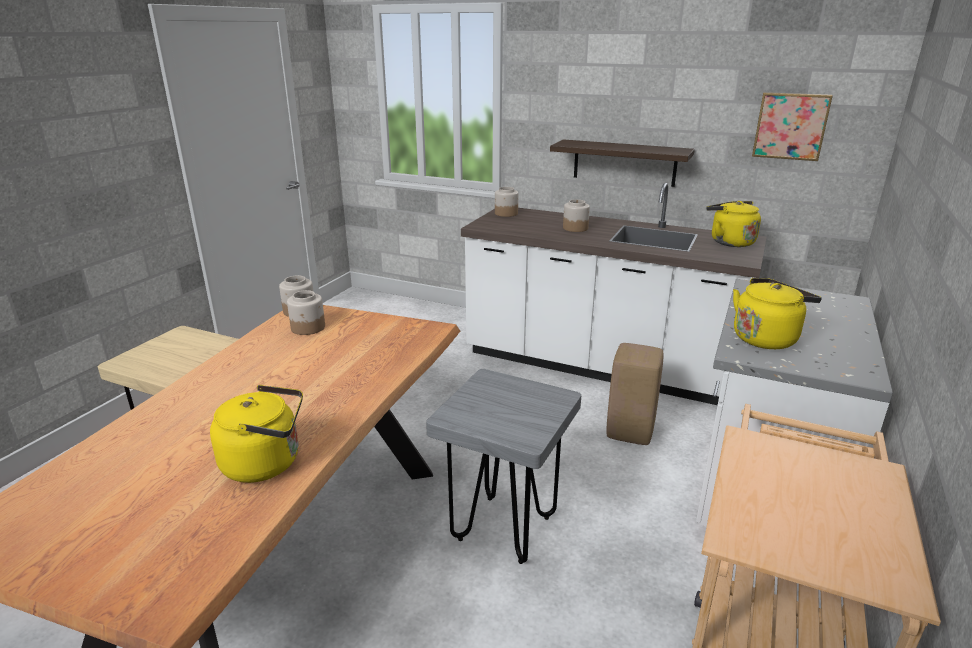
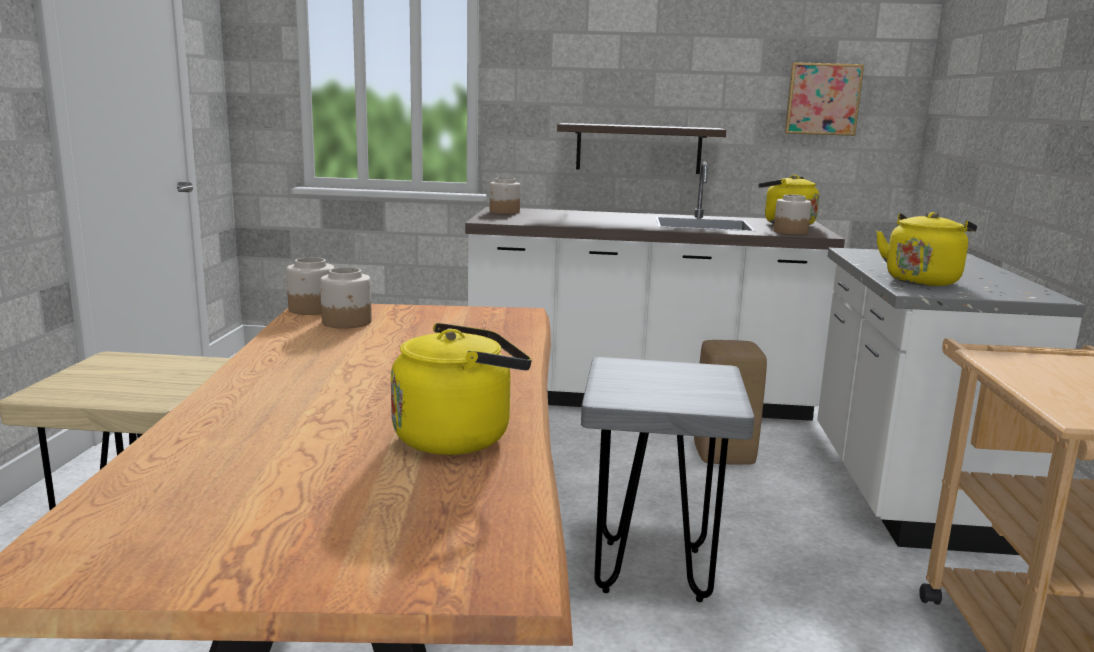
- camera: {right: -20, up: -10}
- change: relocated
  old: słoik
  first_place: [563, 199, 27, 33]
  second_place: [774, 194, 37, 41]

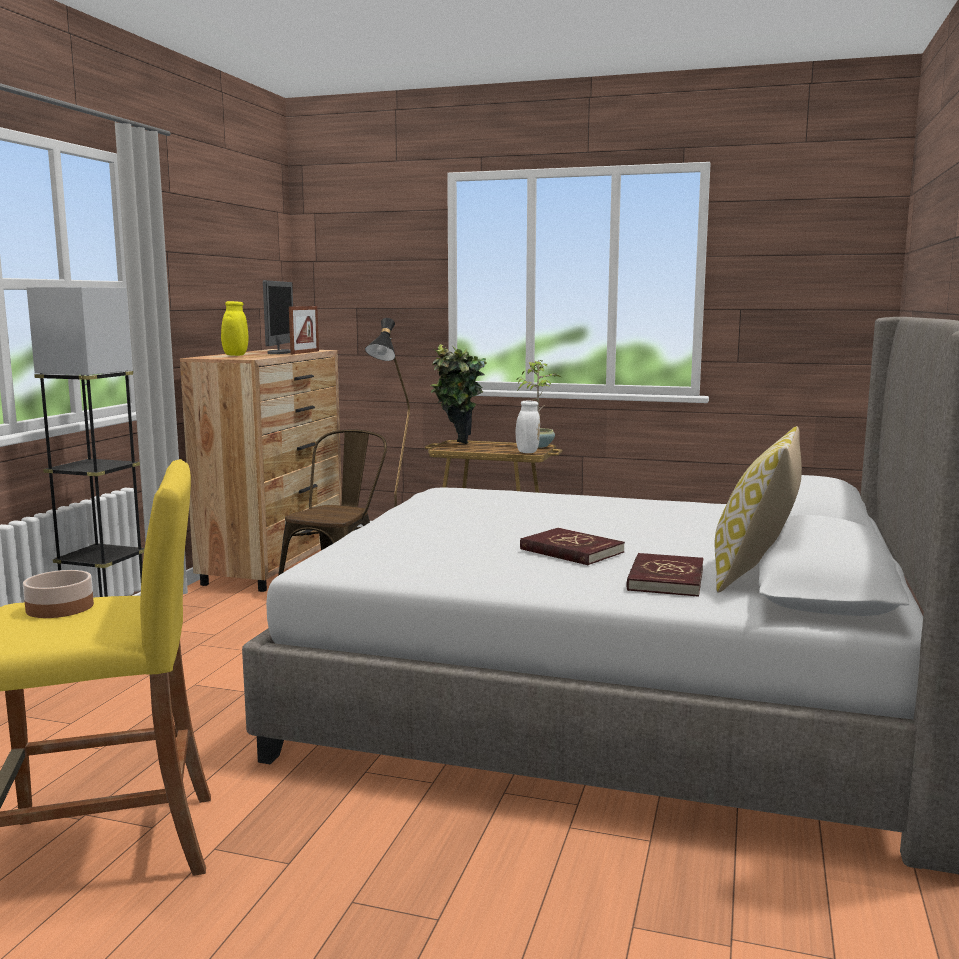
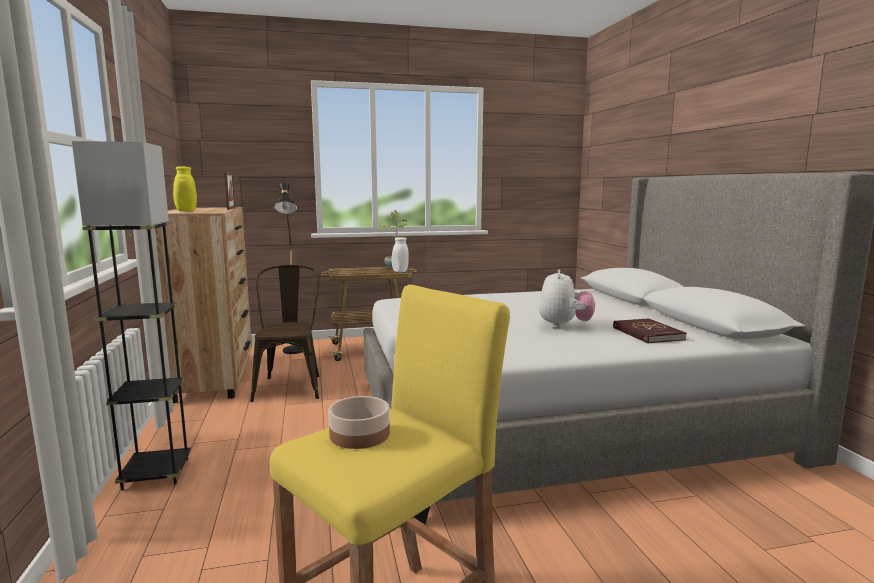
- camera: {right: -30, up: 0}
- change: exchanged
  old: książka/czerwony
  new: pluszak
  first_place: [520, 528, 105, 37]
  second_place: [539, 269, 56, 59]
- change: missing
  old: monitor
  first_place: [263, 280, 30, 74]
- change: missing
  old: roślina doniczkowa
  first_place: [430, 344, 57, 100]
- change: missing
  old: poduszka
  first_place: [715, 426, 87, 167]

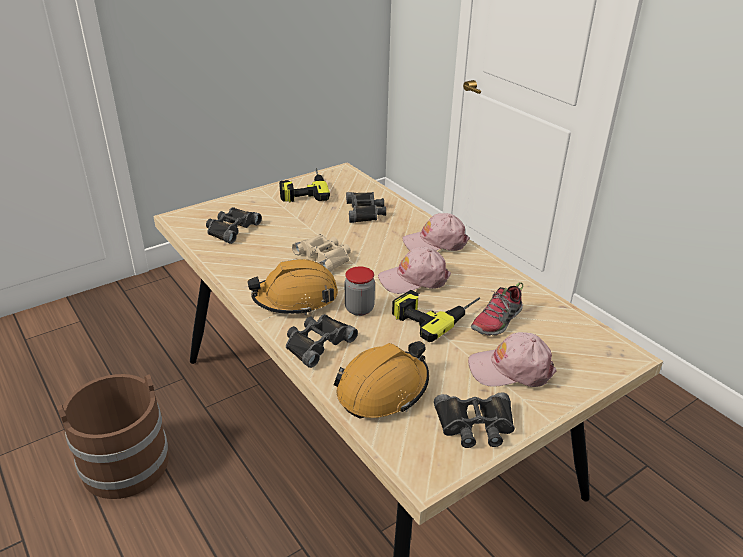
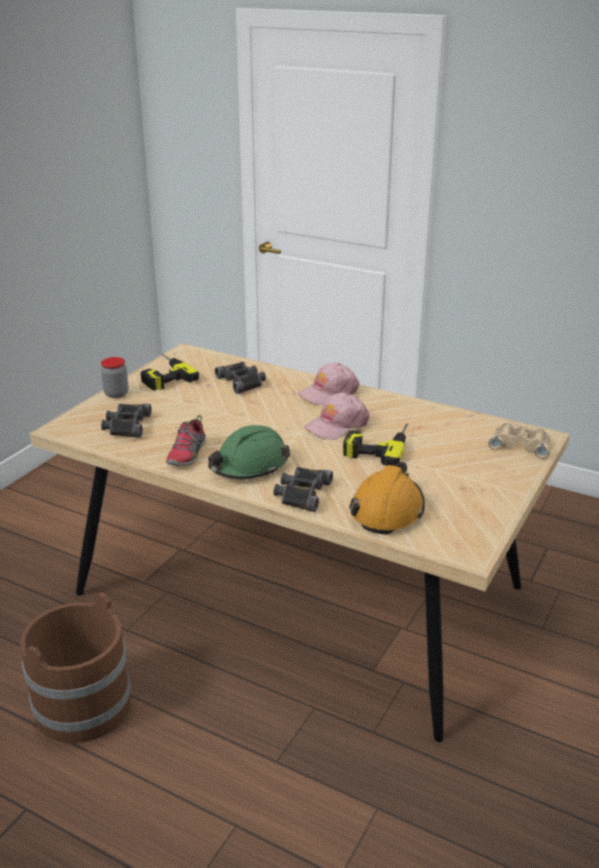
- camera: {right: -25, up: -5}
- change: relocated
  old: słoik
  first_place: [345, 267, 30, 49]
  second_place: [101, 357, 28, 41]
- change: relocated
  old: but
  first_place: [471, 282, 52, 54]
  second_place: [166, 415, 40, 51]
- change: colour
  old: kask/pomarańczowy
  new: kask/zielony
  first_place: [247, 259, 91, 56]
  second_place: [208, 425, 82, 54]
- change: relocated
  old: lornetka/beżowy
  first_place: [292, 234, 59, 38]
  second_place: [488, 423, 62, 36]
- change: missing
  old: lornetka/czarny
  first_place: [434, 392, 81, 56]
- change: missing
  old: czapka z daszkiem/różowy
  first_place: [468, 332, 88, 55]

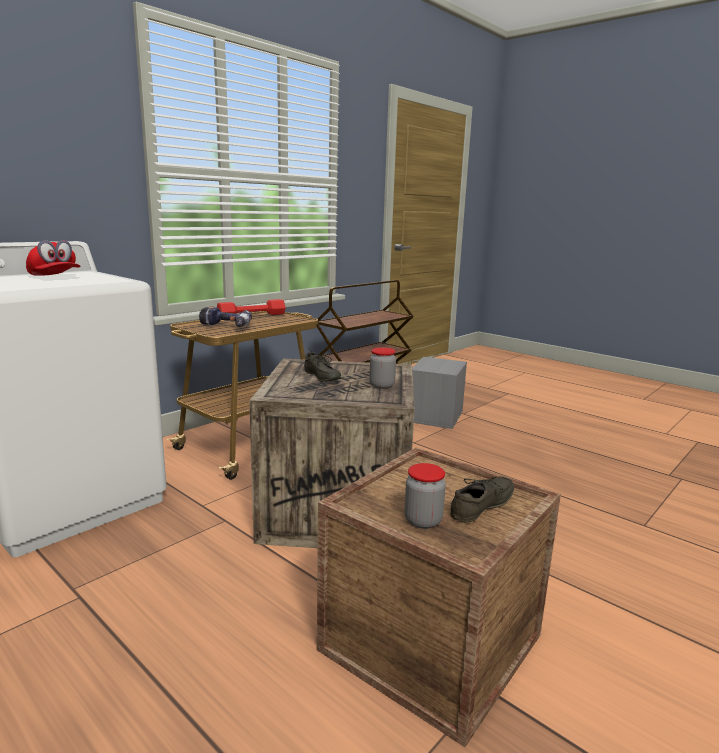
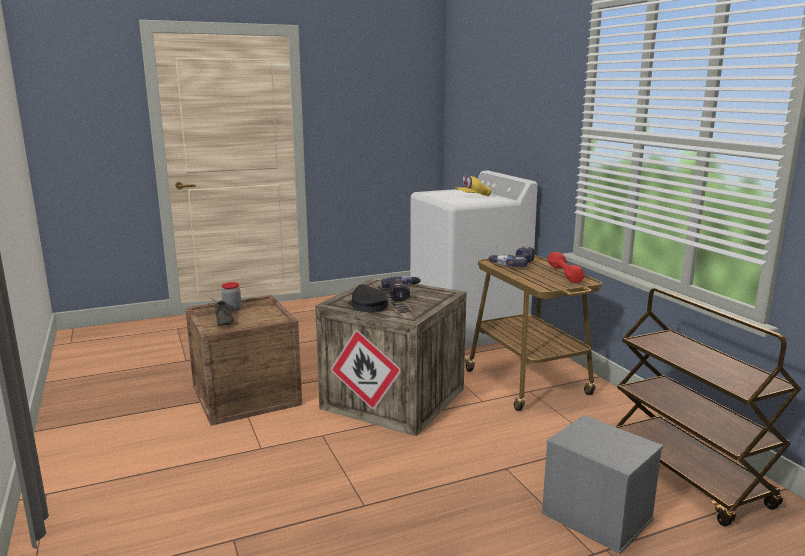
- camera: {right: 115, up: 0}
- change: exchanged
  old: słoik
  new: czapka z daszkiem/czarny
  first_place: [369, 347, 27, 42]
  second_place: [347, 284, 41, 28]
- change: exchanged
  old: but/szary
  new: wiertarka
  first_place: [303, 347, 38, 35]
  second_place: [381, 276, 40, 25]
- change: colour
  old: czapka z daszkiem/czerwony
  new: czapka z daszkiem/żółty
  first_place: [26, 240, 54, 36]
  second_place: [455, 174, 36, 22]

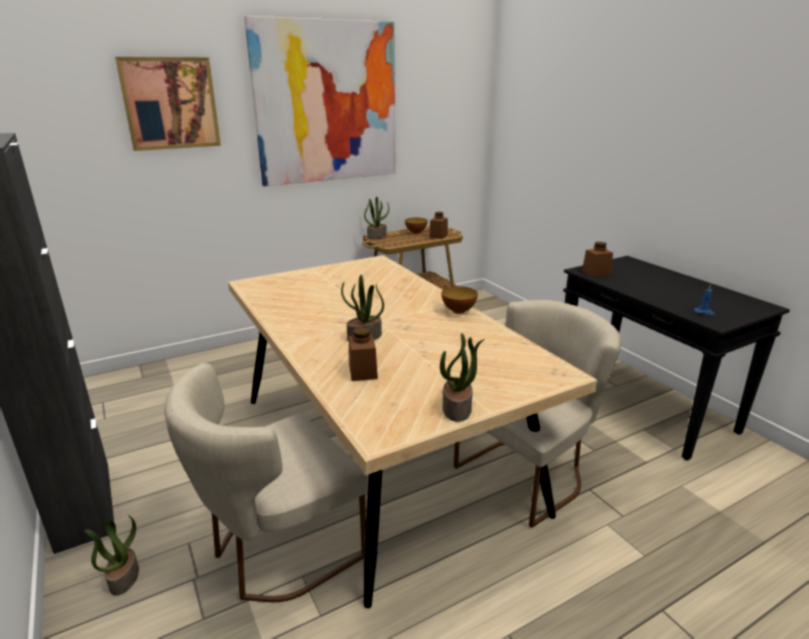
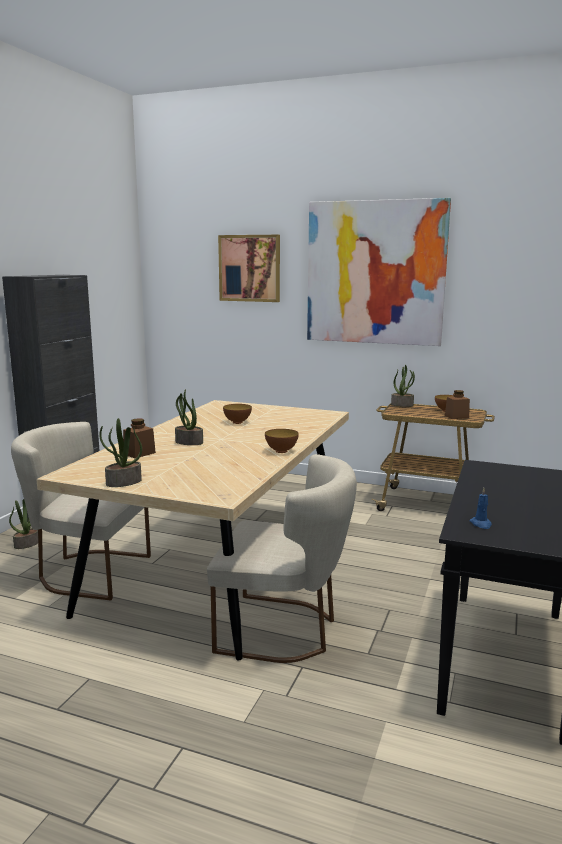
- camera: {right: 50, up: -10}
- change: appeared
  new: miska
  second_place: [223, 404, 29, 20]
- change: missing
  old: słoik/brązowy
  first_place: [582, 242, 31, 35]

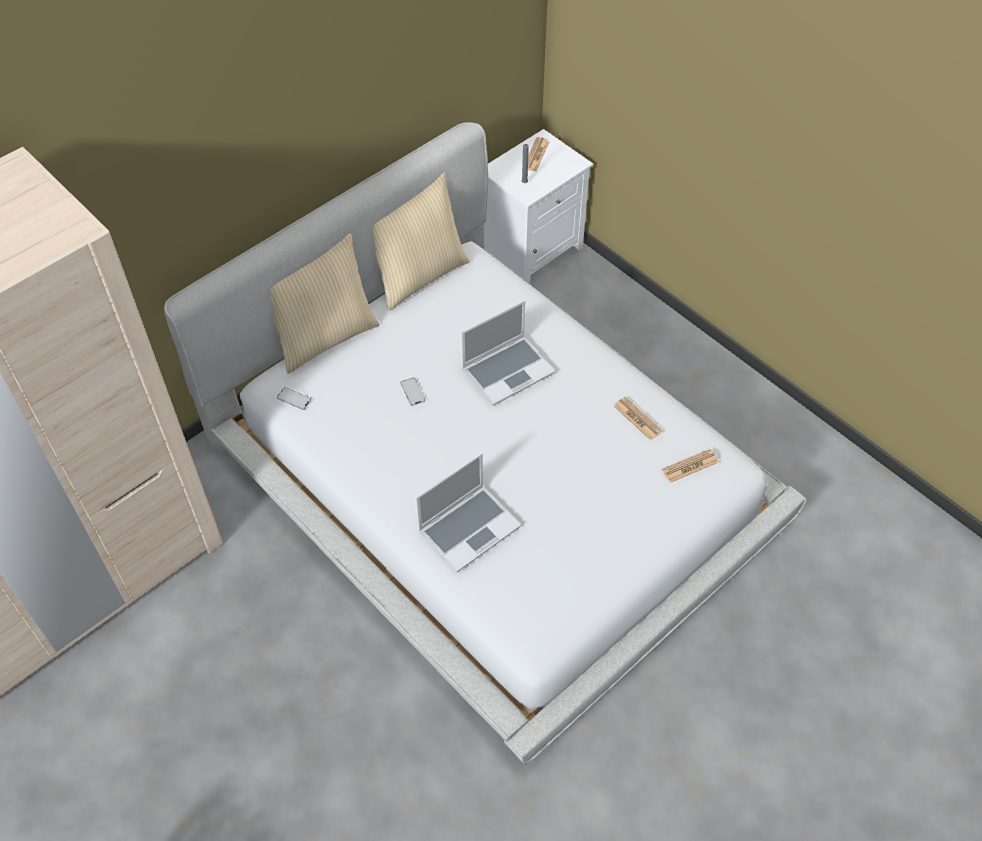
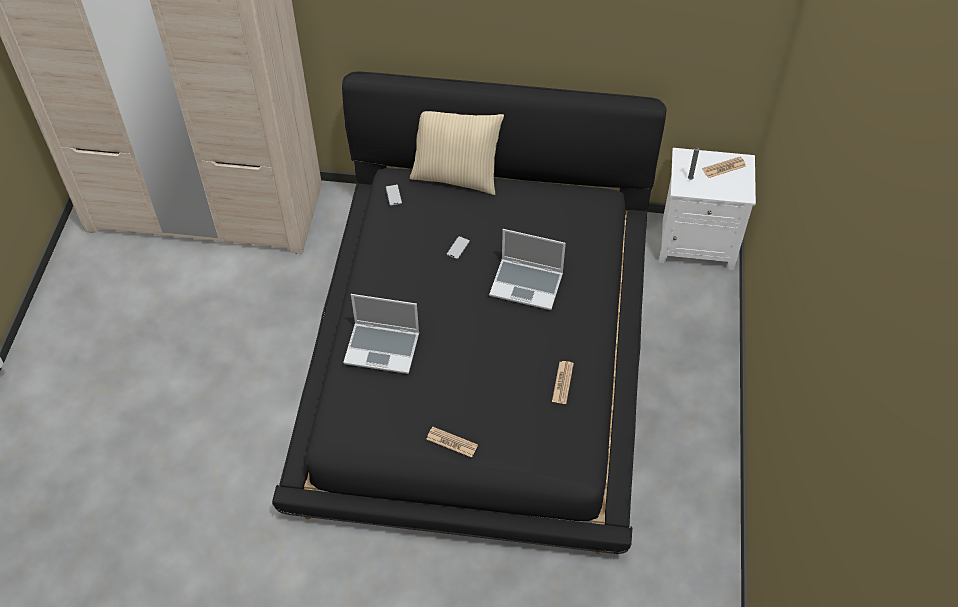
- camera: {right: 50, up: 0}
- change: colour
  old: łóżko/biały
  new: łóżko/czarny
  first_place: [164, 122, 642, 642]
  second_place: [272, 71, 395, 483]
- change: relocated
  old: gazeta
  first_place: [662, 449, 56, 34]
  second_place: [427, 427, 51, 31]
- change: missing
  old: poduszka/beżowy
  first_place: [373, 173, 97, 138]

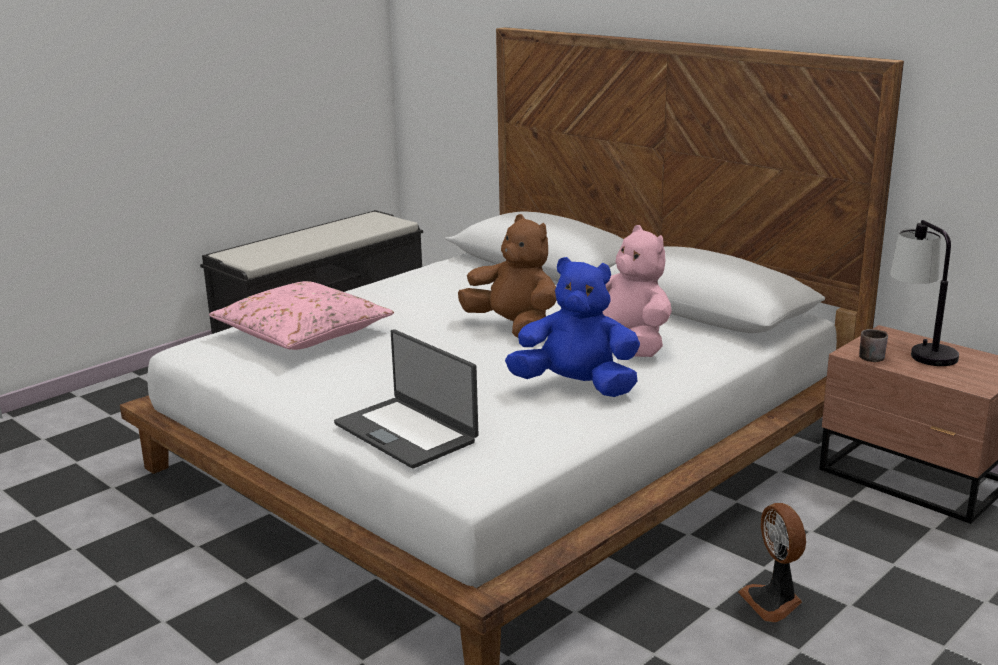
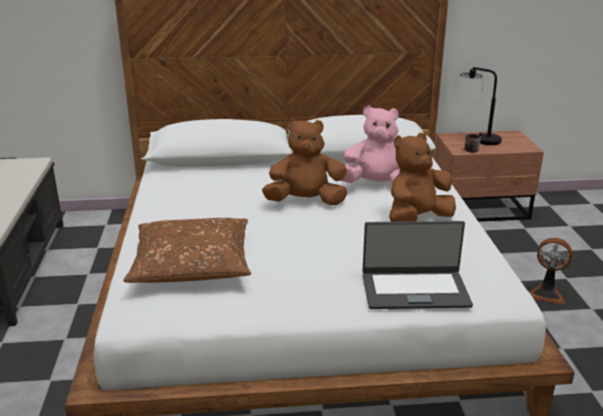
- camera: {right: -50, up: 5}
- change: colour
  old: poduszka/różowy
  new: poduszka/brązowy
  first_place: [209, 281, 185, 69]
  second_place: [123, 218, 128, 65]
- change: colour
  old: pluszak/niebieski
  new: pluszak/brązowy
  first_place: [505, 257, 135, 140]
  second_place: [389, 133, 67, 89]

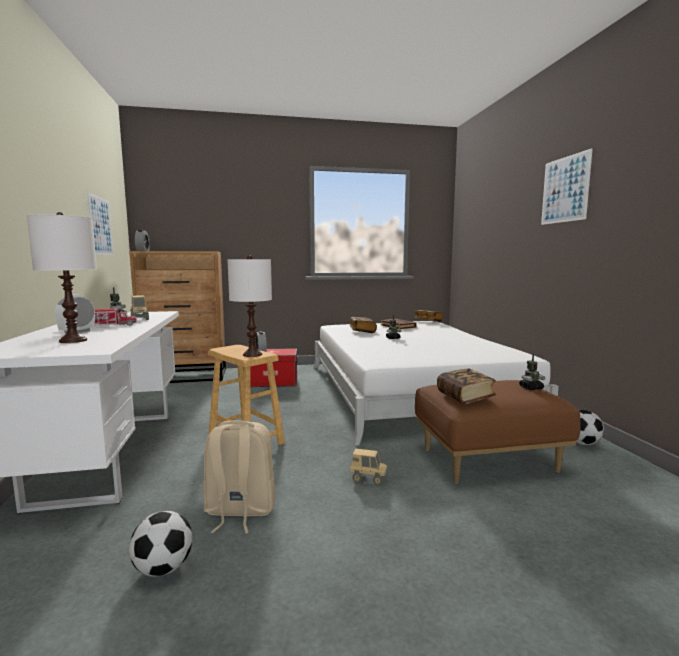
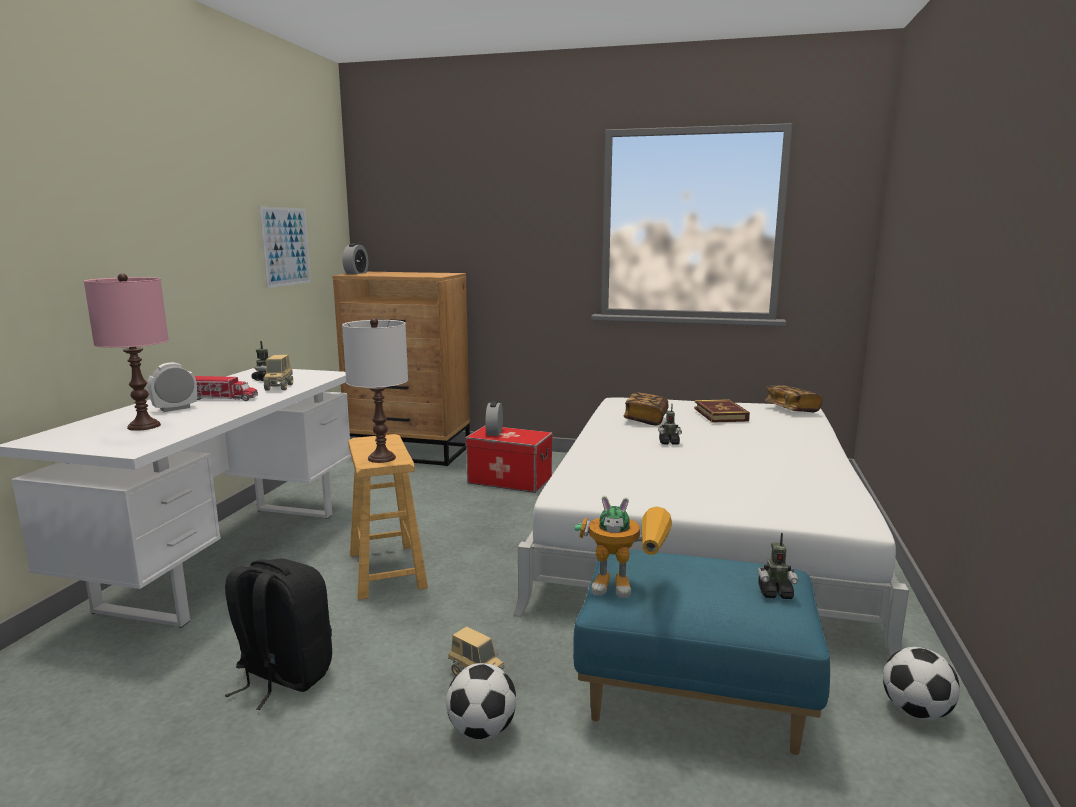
- camera: {right: 25, up: 5}
- change: colour
  old: lampa stołowa/biały
  new: lampa stołowa/różowy
  first_place: [27, 212, 70, 131]
  second_place: [84, 273, 85, 158]
- change: colour
  old: plecak/beżowy
  new: plecak/czarny
  first_place: [203, 420, 72, 113]
  second_place: [225, 558, 107, 152]
- change: relocated
  old: piłka futbolowa
  first_place: [129, 511, 63, 66]
  second_place: [446, 663, 71, 76]
- change: colour
  old: pufa/brązowy
  new: pufa/niebieski
  first_place: [415, 380, 165, 103]
  second_place: [573, 550, 257, 205]
- change: exchanged
  old: książka
  new: robot zabawkowy
  first_place: [437, 369, 59, 35]
  second_place: [574, 496, 98, 102]
- change: missing
  old: obraz
  first_place: [541, 148, 52, 77]

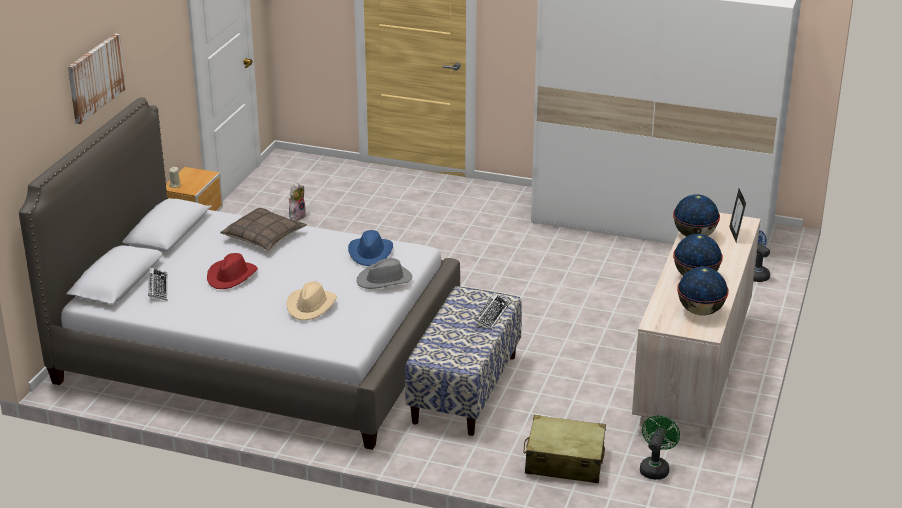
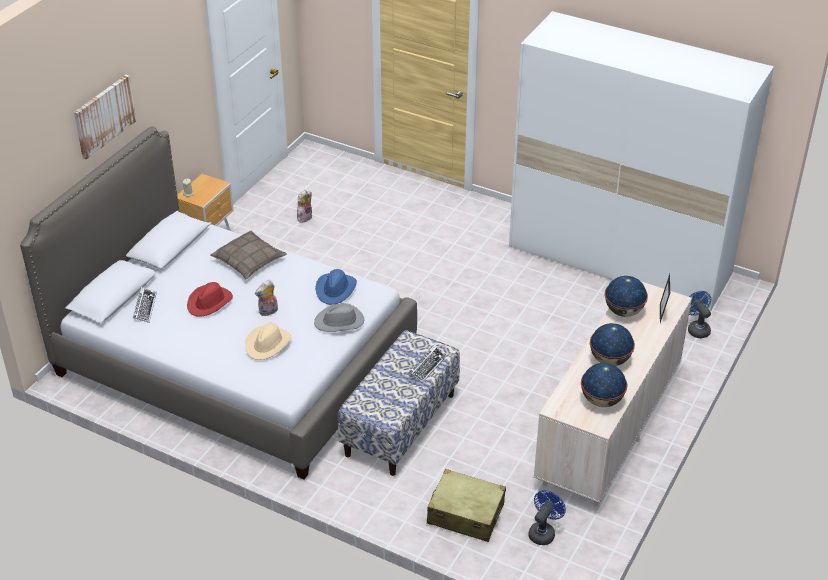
- camera: {right: 10, up: 10}
- change: appeared
  new: pluszak
  second_place: [255, 280, 23, 36]
- change: colour
  old: wentylator/zielony
  new: wentylator/niebieski
  first_place: [640, 416, 40, 64]
  second_place: [528, 490, 38, 55]

